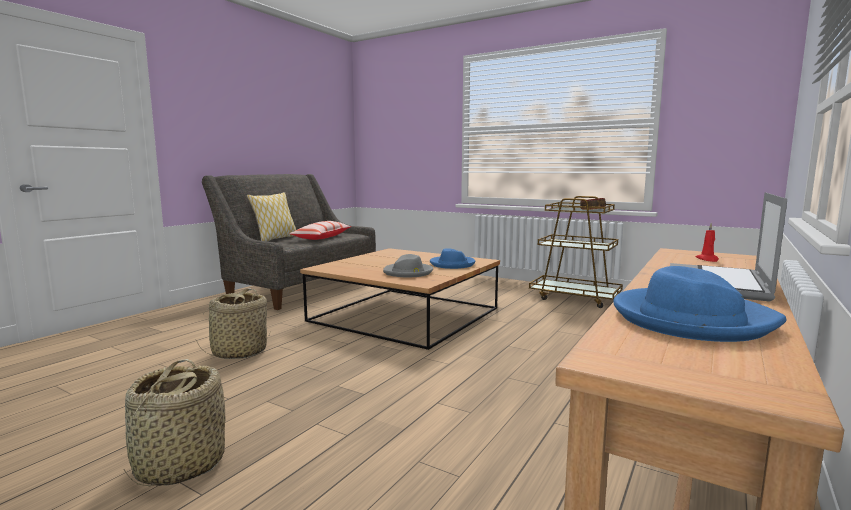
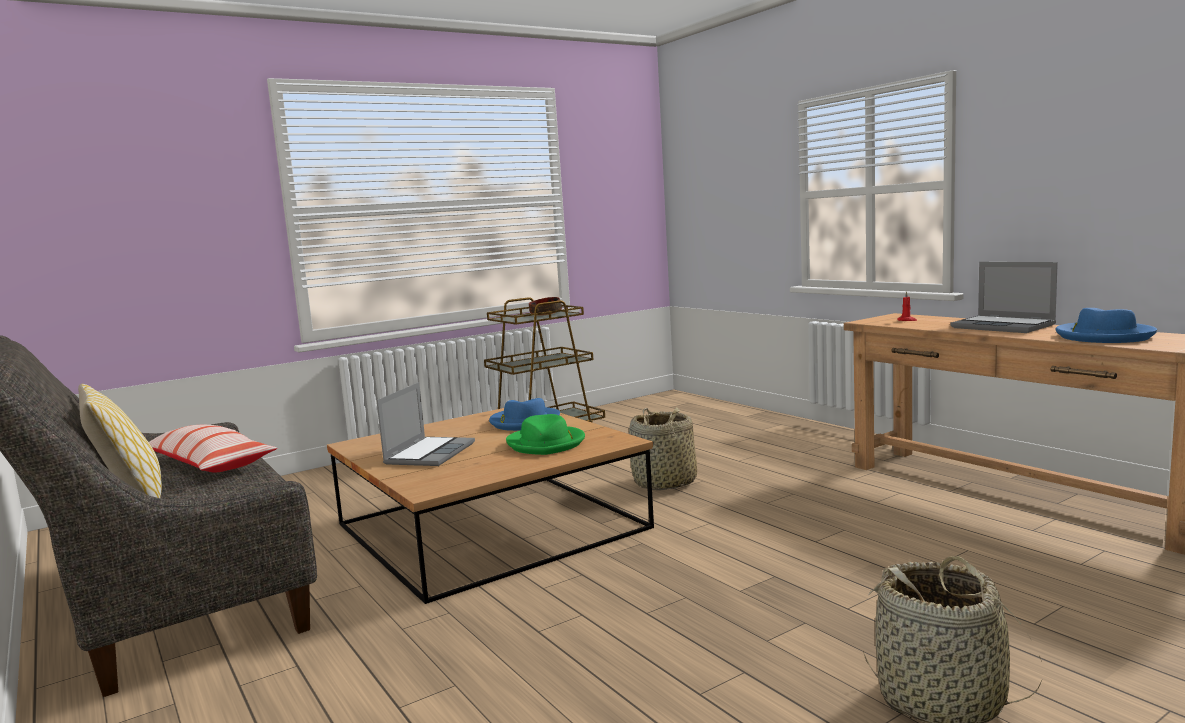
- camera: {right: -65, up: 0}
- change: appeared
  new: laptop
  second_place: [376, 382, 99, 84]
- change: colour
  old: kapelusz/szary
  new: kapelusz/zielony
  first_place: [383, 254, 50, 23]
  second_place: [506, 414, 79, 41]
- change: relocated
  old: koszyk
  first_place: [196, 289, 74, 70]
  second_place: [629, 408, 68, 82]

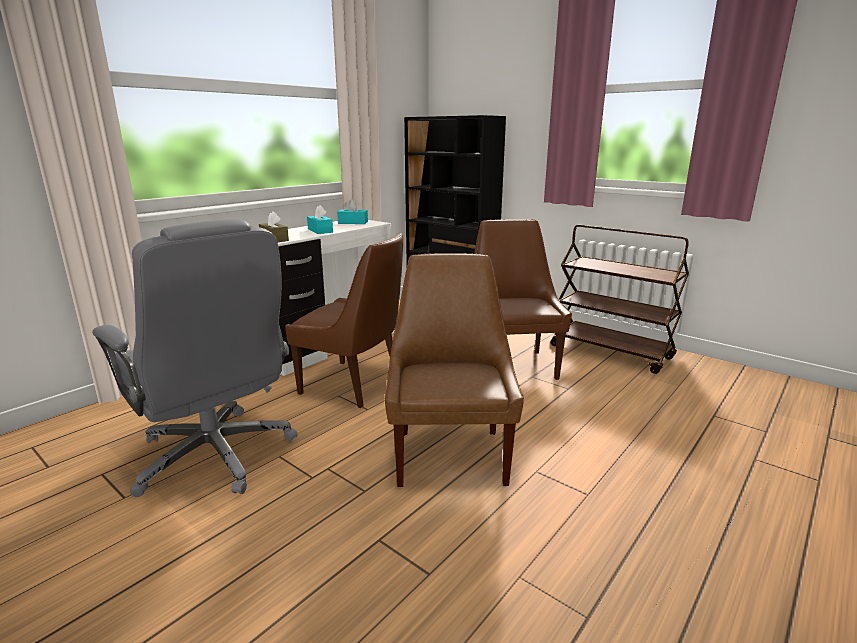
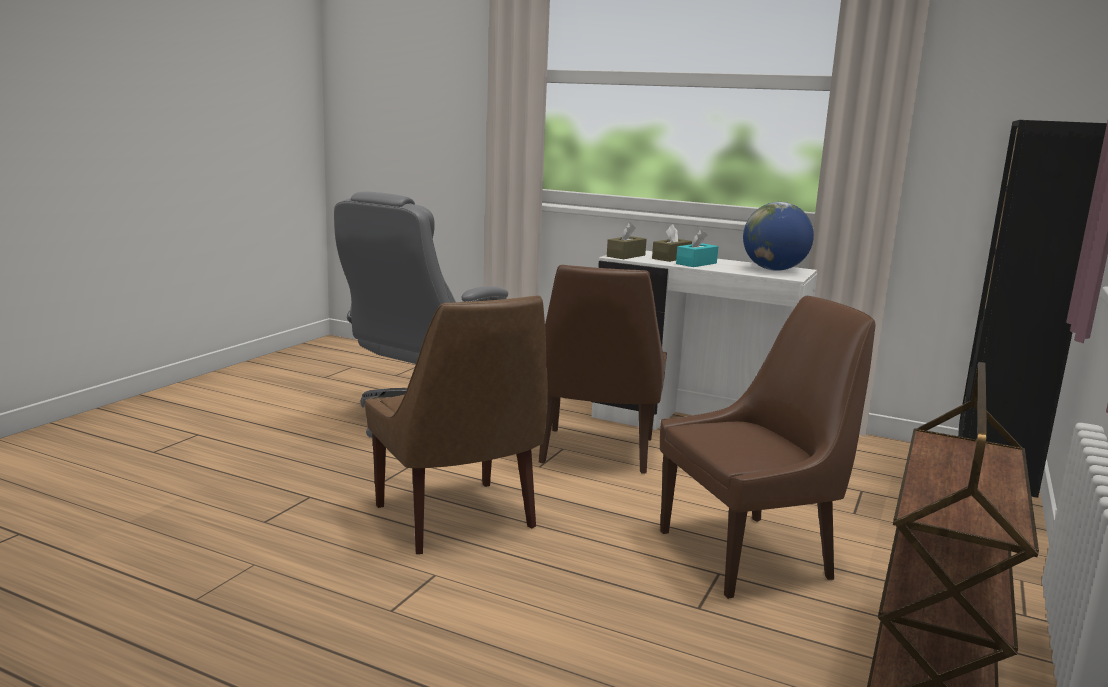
- camera: {right: 75, up: -5}
- change: spun
  old: krzesło/brązowy
  first_place: [385, 253, 139, 234]
  second_place: [365, 296, 183, 259]
  degrees: 75
- change: appeared
  new: pudełko chusteczek/brązowy
  second_place: [652, 224, 40, 38]
- change: exchanged
  old: pudełko chusteczek/turkusowy
  new: globus
  first_place: [337, 199, 31, 25]
  second_place: [743, 202, 71, 69]

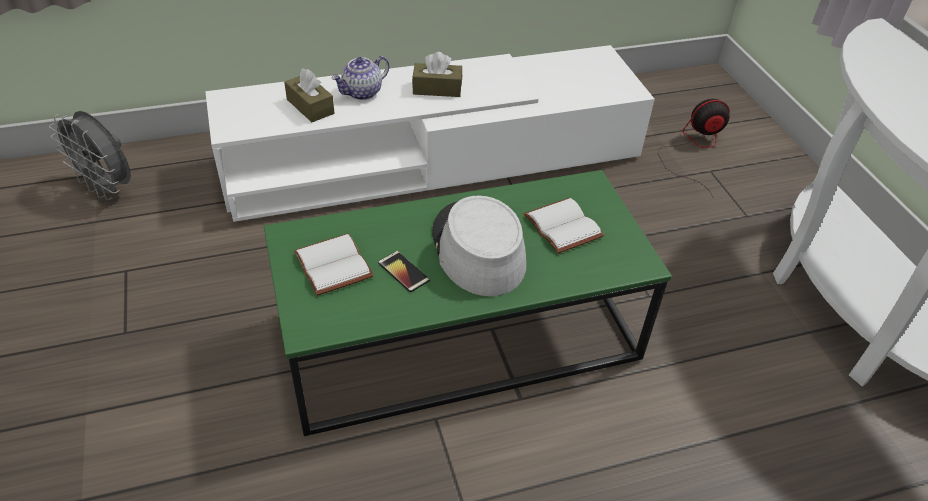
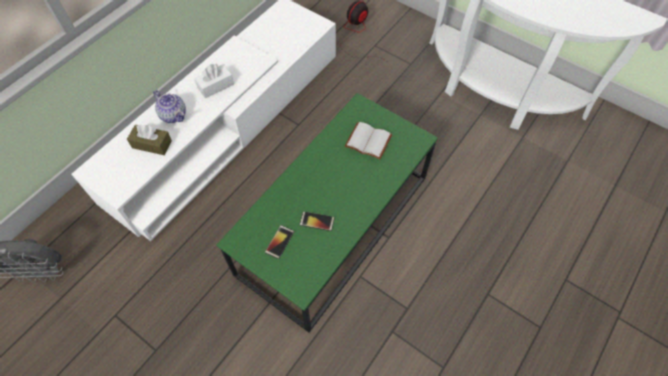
- camera: {right: -35, up: 15}
- change: spun
  old: imbryk
  first_place: [332, 56, 57, 44]
  second_place: [153, 90, 33, 33]
  degrees: -60
- change: colour
  old: pudełko chusteczek/brązowy
  new: pudełko chusteczek/biały
  first_place: [412, 52, 50, 45]
  second_place: [194, 64, 40, 34]
- change: exchanged
  old: książka/biały
  new: telefon
  first_place: [294, 233, 80, 63]
  second_place: [265, 225, 29, 34]
- change: missing
  old: kapelusz/szary
  first_place: [432, 195, 95, 101]

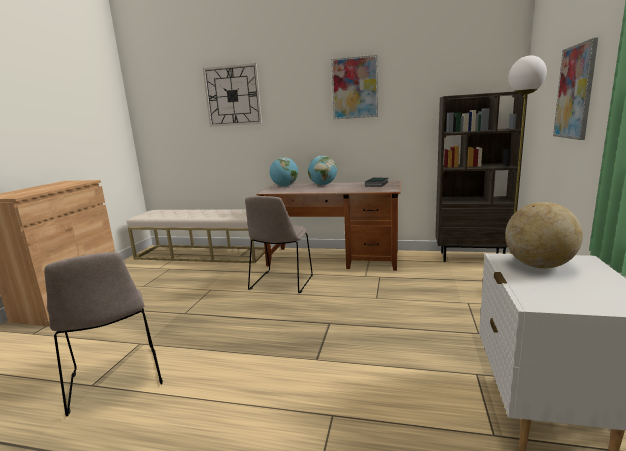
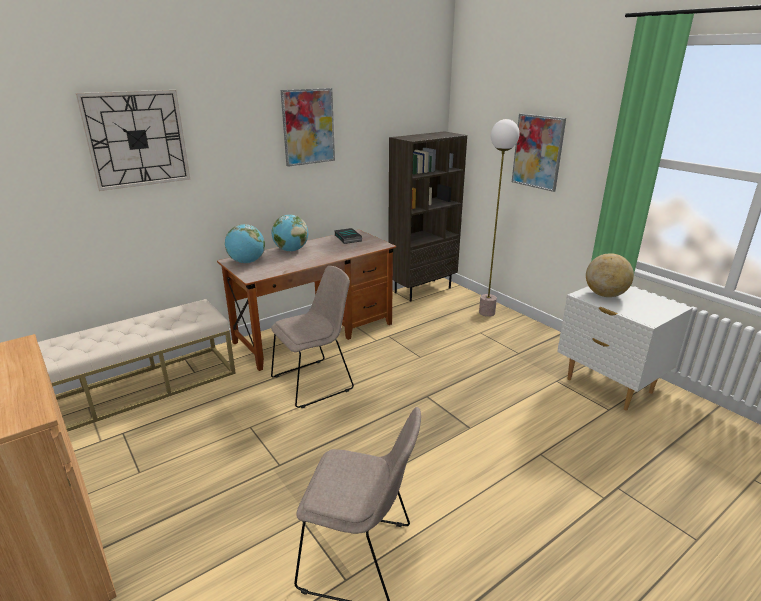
- camera: {right: -50, up: 10}
- change: spun
  old: krzesło/beżowy
  first_place: [245, 196, 68, 98]
  second_place: [271, 266, 83, 142]
  degrees: -90

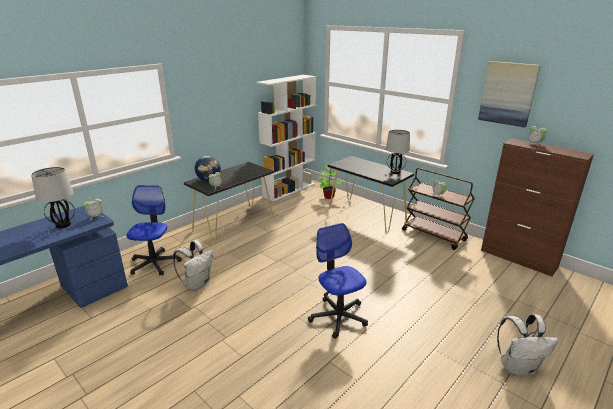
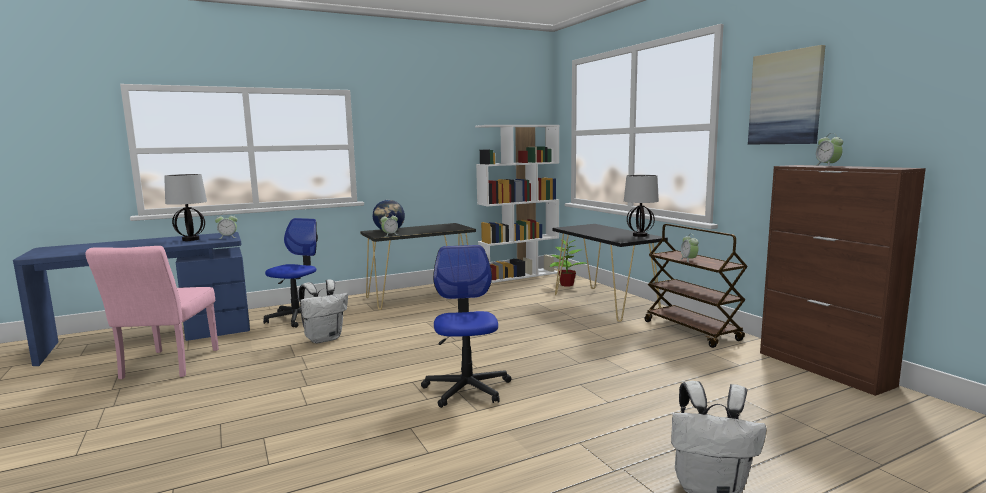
- camera: {right: 20, up: -15}
- change: appeared
  new: krzesło/różowy
  second_place: [85, 246, 134, 133]

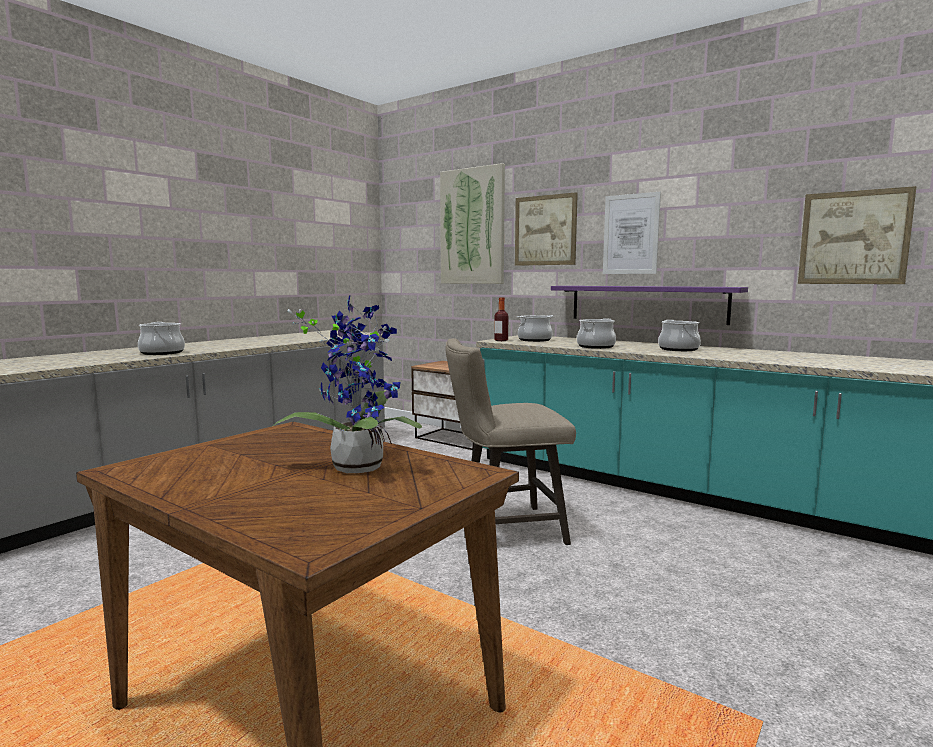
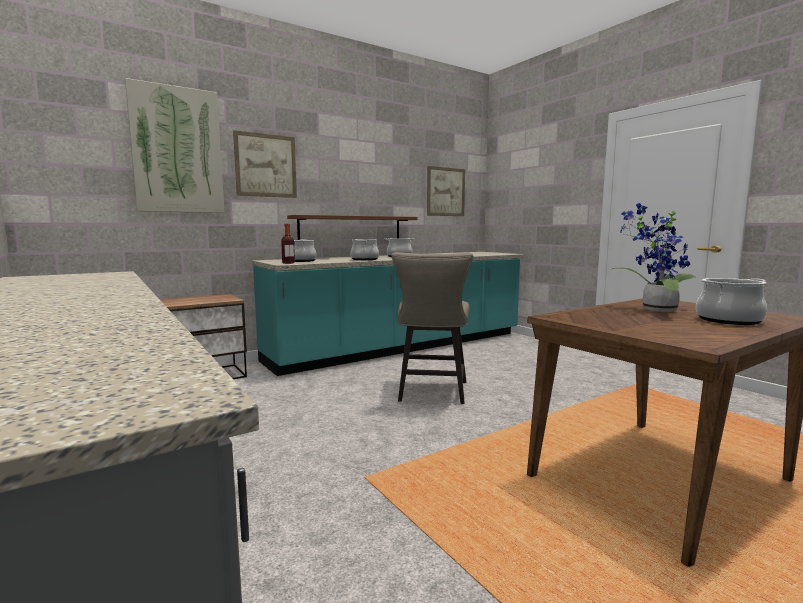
- camera: {right: -70, up: 0}
- change: colour
  old: półka/fioletowy
  new: półka/brązowy
  first_place: [551, 286, 197, 39]
  second_place: [287, 215, 131, 25]
- change: relocated
  old: garnek
  first_place: [138, 322, 47, 33]
  second_place: [696, 278, 71, 47]
- change: missing
  old: obraz
  first_place: [603, 192, 58, 82]

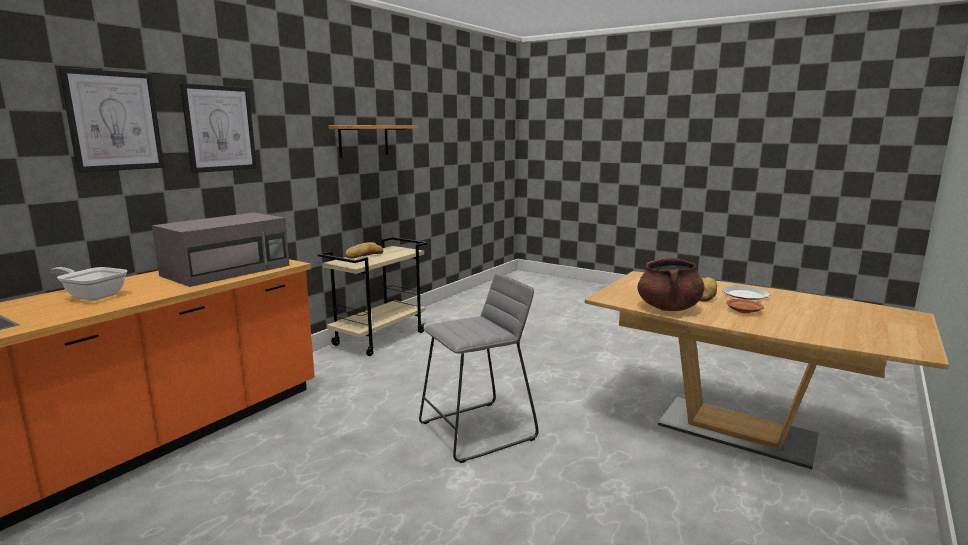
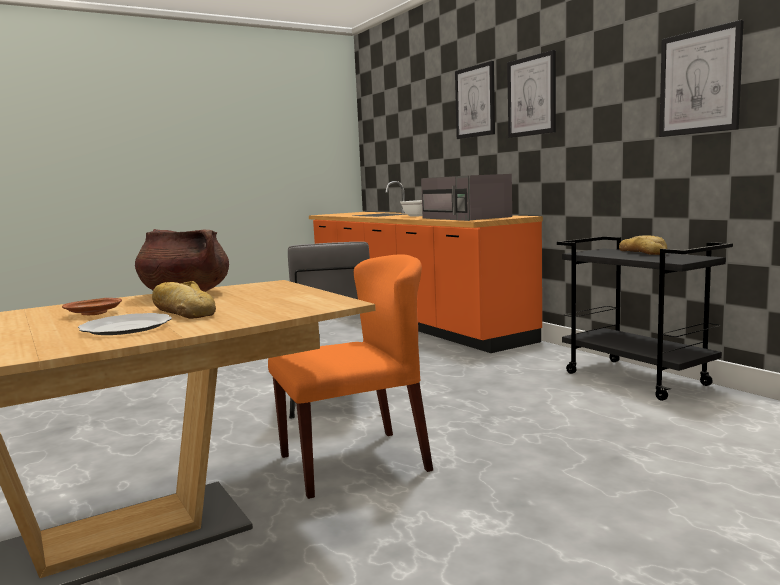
- camera: {right: 115, up: -5}
- change: appeared
  new: krzesło/pomarańczowy
  second_place: [268, 254, 165, 245]
- change: colour
  old: wózek/beżowy
  new: wózek/czarny
  first_place: [318, 237, 110, 119]
  second_place: [557, 236, 176, 165]
- change: exchanged
  old: półka
  new: obraz
  first_place: [329, 125, 89, 33]
  second_place: [659, 20, 84, 117]

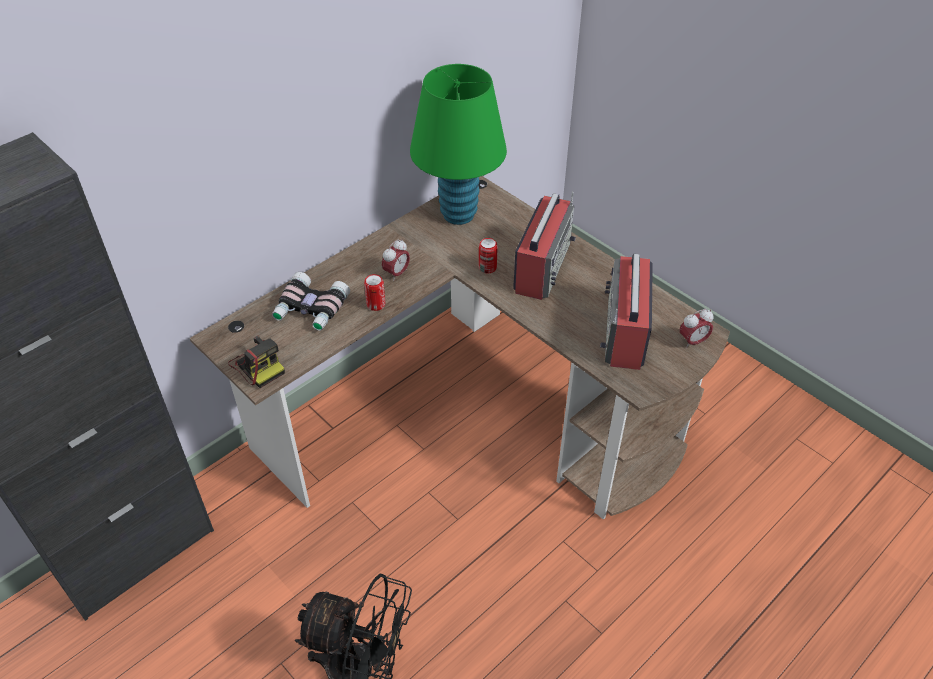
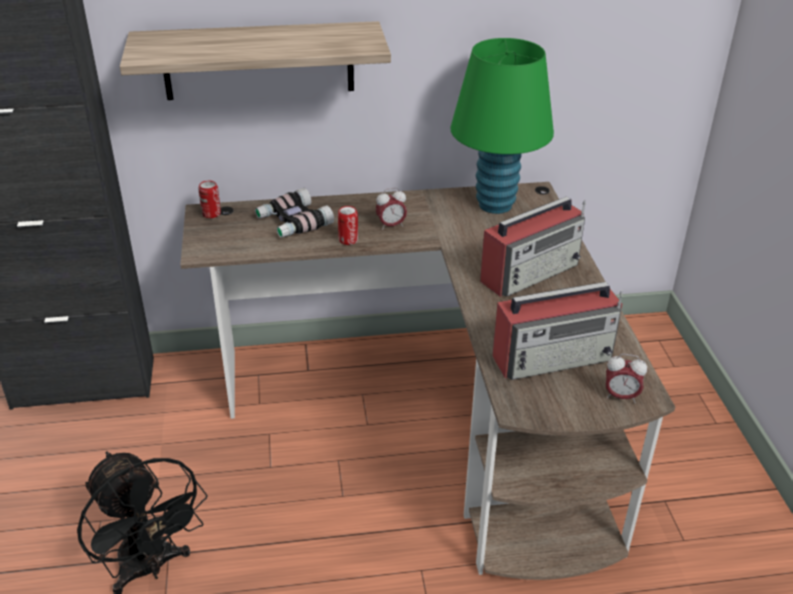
- camera: {right: 35, up: -10}
- change: appeared
  new: półka
  second_place: [120, 21, 271, 79]
- change: relocated
  old: puszka
  first_place: [479, 238, 19, 35]
  second_place: [198, 181, 23, 37]
- change: spun
  old: radio
  first_place: [600, 254, 53, 116]
  second_place: [492, 282, 131, 98]
  degrees: -150
- change: missing
  old: aparat fotograficzny
  first_place: [228, 335, 57, 53]

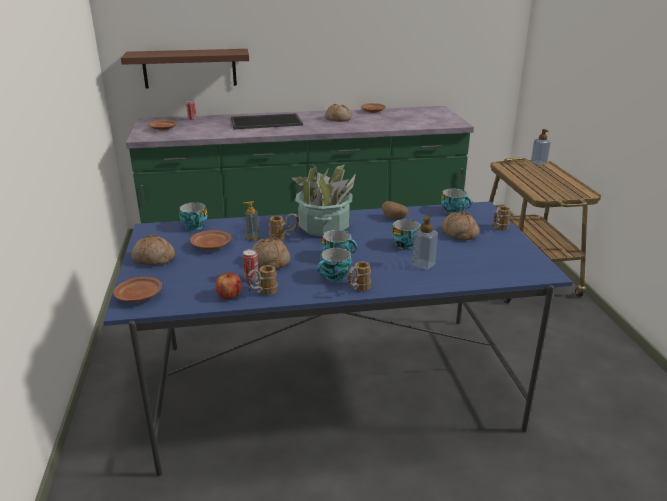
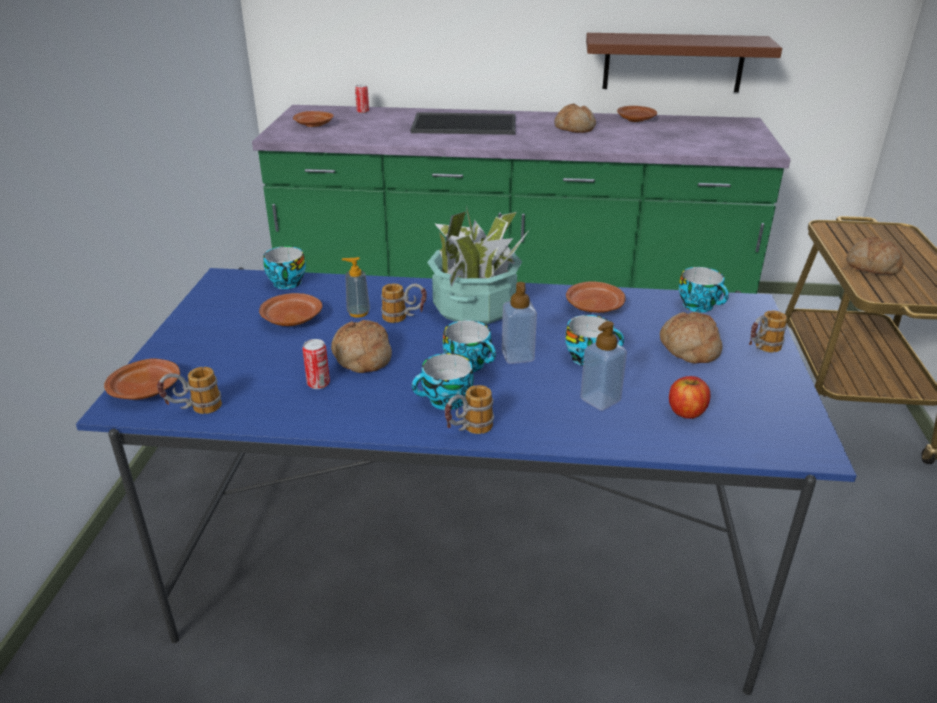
- camera: {right: 15, up: 5}
- change: relocated
  old: kubek
  first_place: [246, 265, 32, 30]
  second_place: [157, 367, 65, 47]
- change: relocated
  old: dozownik mydła
  first_place: [531, 129, 20, 36]
  second_place: [502, 282, 35, 82]
- change: exchanged
  old: ziemniak
  new: talerz/brązowy
  first_place: [382, 201, 27, 18]
  second_place: [566, 281, 60, 32]
- change: relocated
  old: półka/brązowy
  first_place: [121, 49, 128, 40]
  second_place: [586, 33, 196, 59]
- change: relocated
  old: jabłko
  first_place: [216, 272, 26, 27]
  second_place: [669, 376, 42, 43]
- change: relocated
  old: chleb
  first_place: [131, 234, 44, 31]
  second_place: [846, 237, 58, 38]

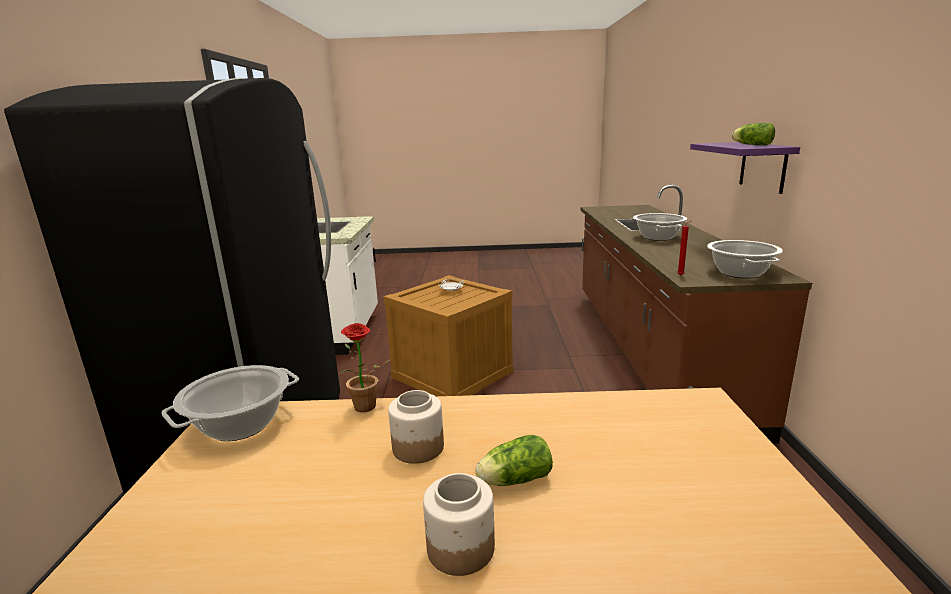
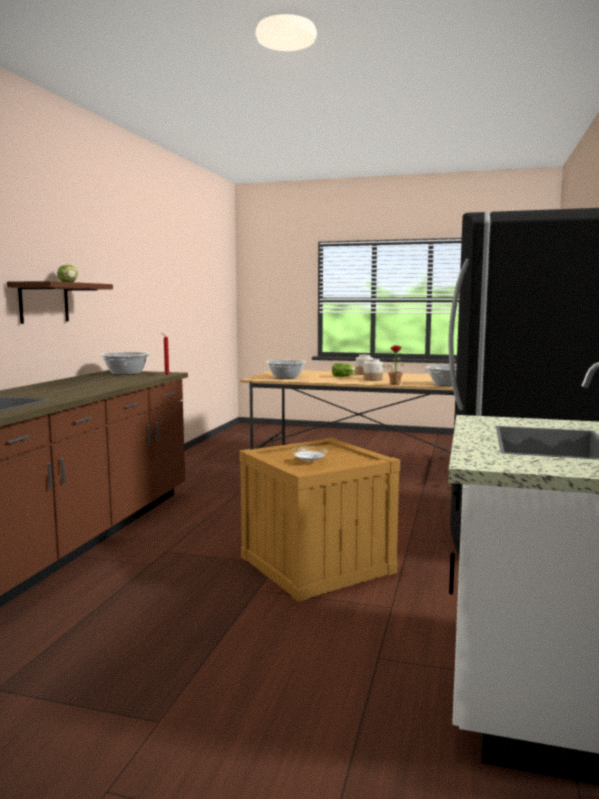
- camera: {right: -165, up: -10}
- change: colour
  old: półka/fioletowy
  new: półka/brązowy
  first_place: [690, 142, 110, 52]
  second_place: [7, 281, 106, 43]
- change: relocated
  old: garnek
  first_place: [633, 213, 54, 28]
  second_place: [266, 360, 40, 19]

